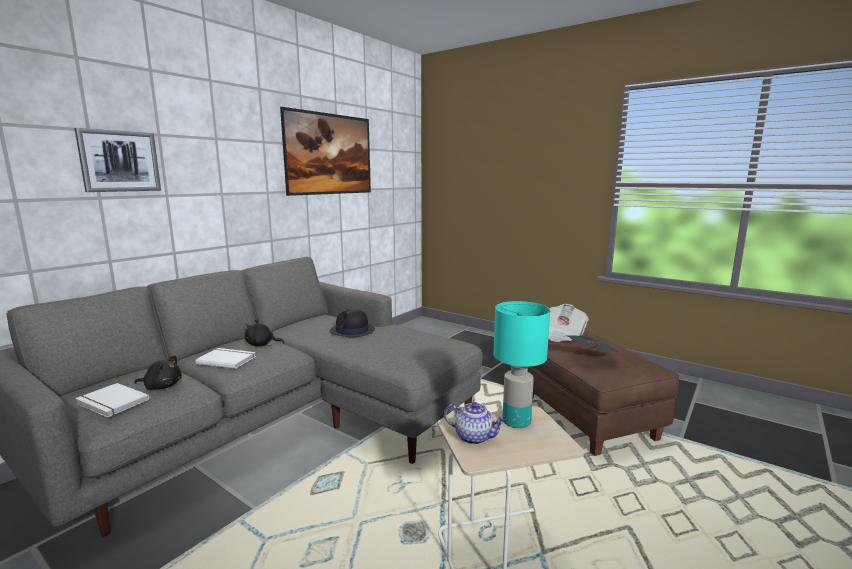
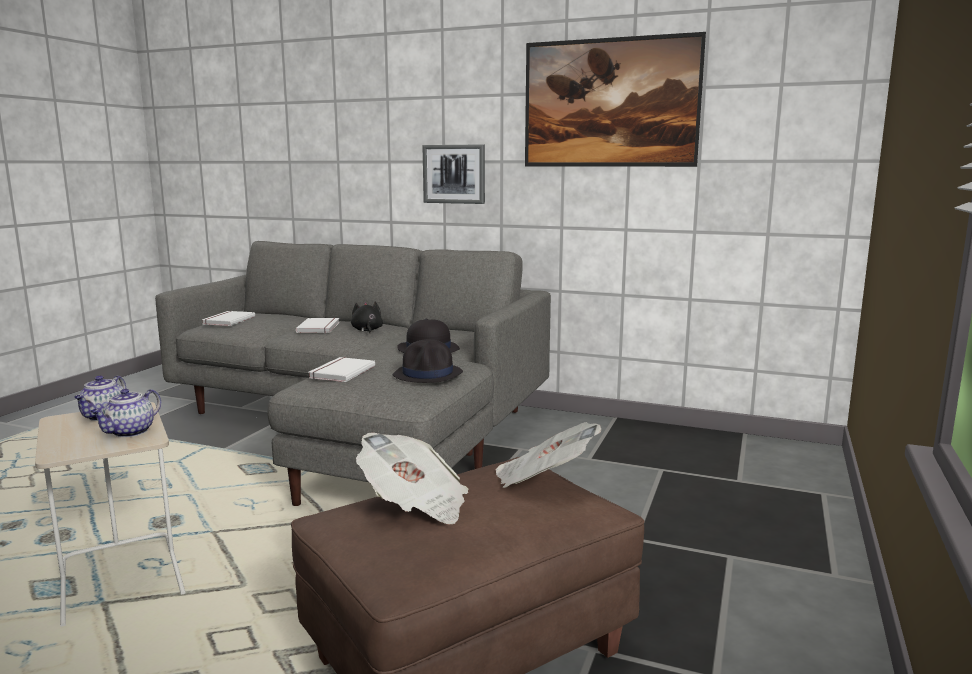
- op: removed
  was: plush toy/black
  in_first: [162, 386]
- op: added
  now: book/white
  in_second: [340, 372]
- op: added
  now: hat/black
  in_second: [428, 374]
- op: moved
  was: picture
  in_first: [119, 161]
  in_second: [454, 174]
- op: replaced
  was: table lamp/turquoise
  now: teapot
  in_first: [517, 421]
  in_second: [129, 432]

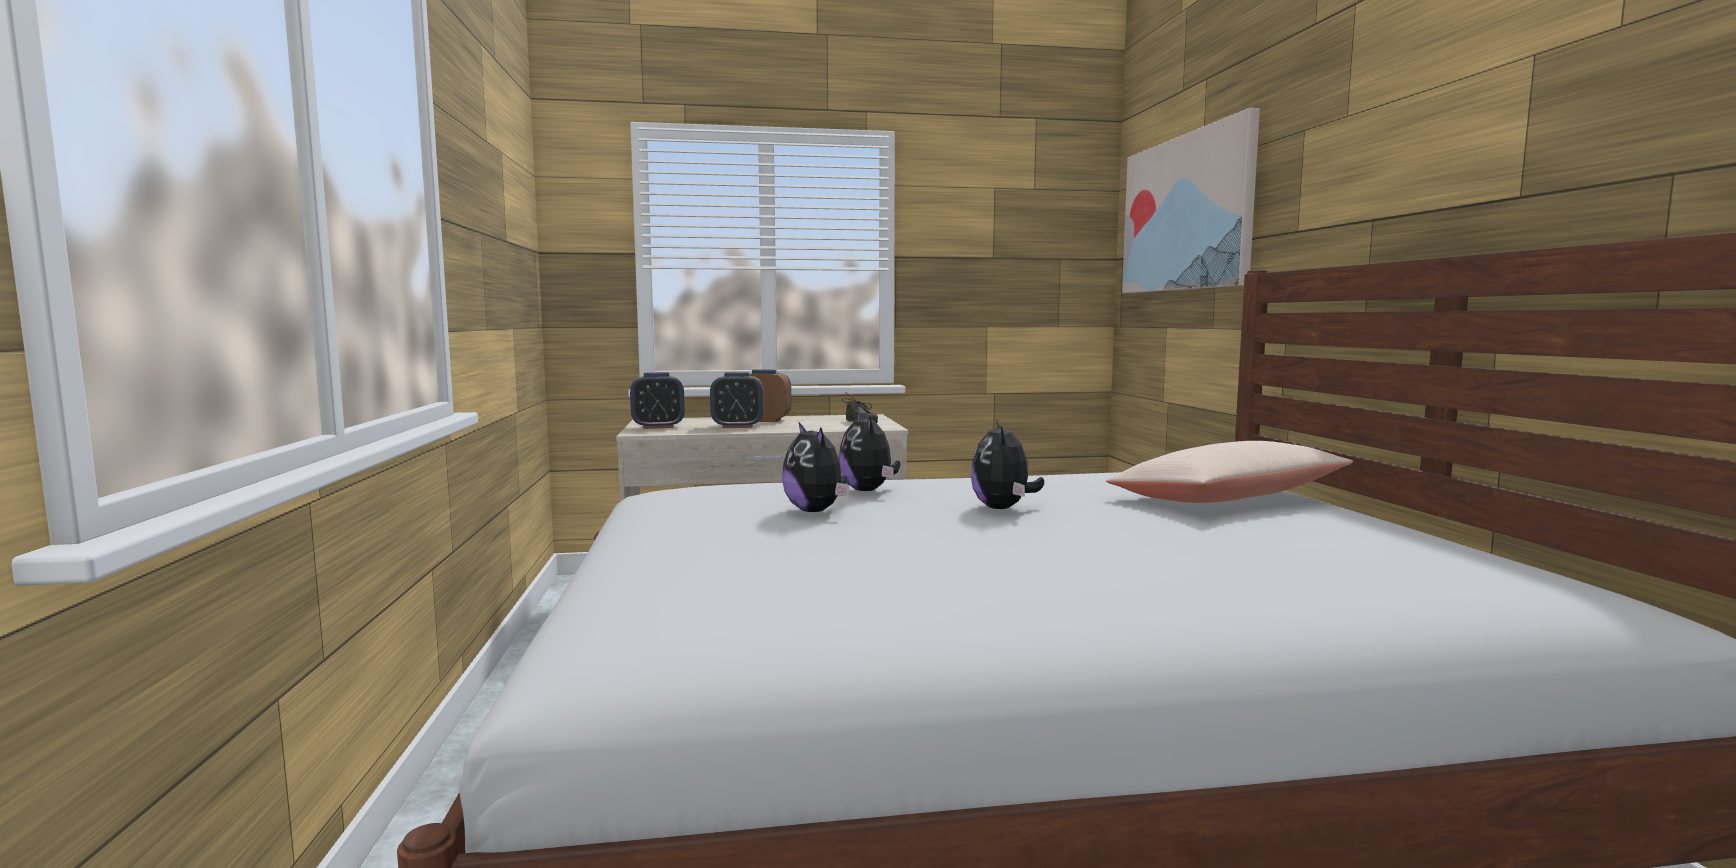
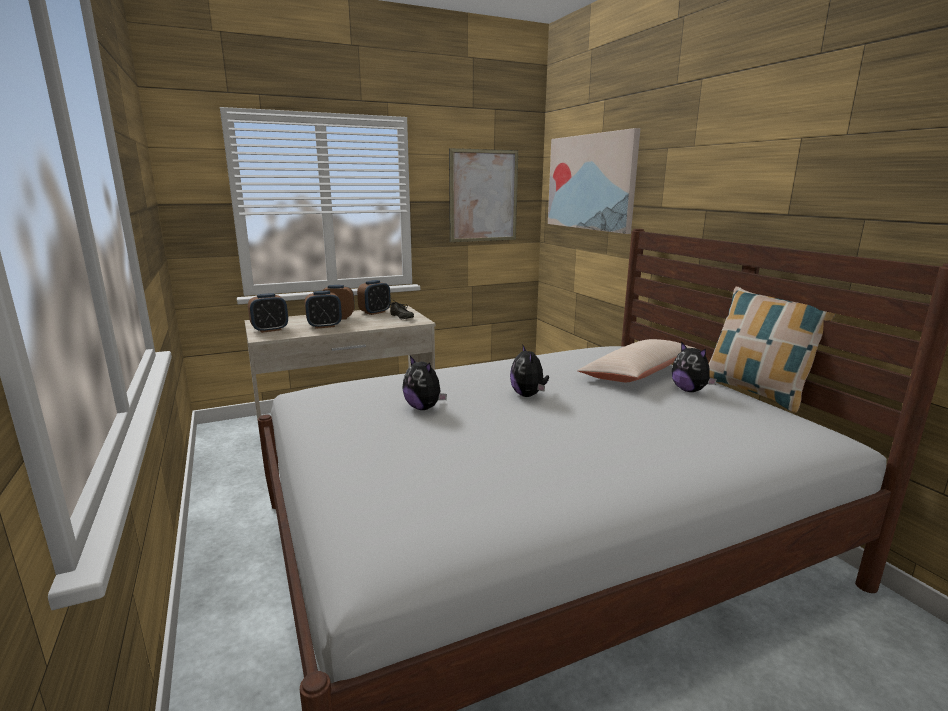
- op: added
  now: alarm clock
  in_second: [375, 312]
- op: added
  now: picture
  in_second: [483, 196]
- op: added
  now: pillow
  in_second: [755, 392]
- op: moved
  was: plush toy
  in_first: [869, 490]
  in_second: [689, 390]

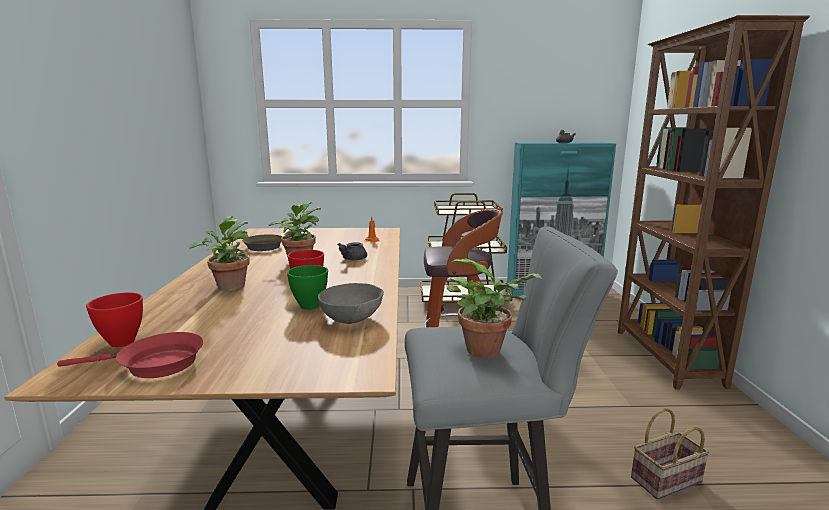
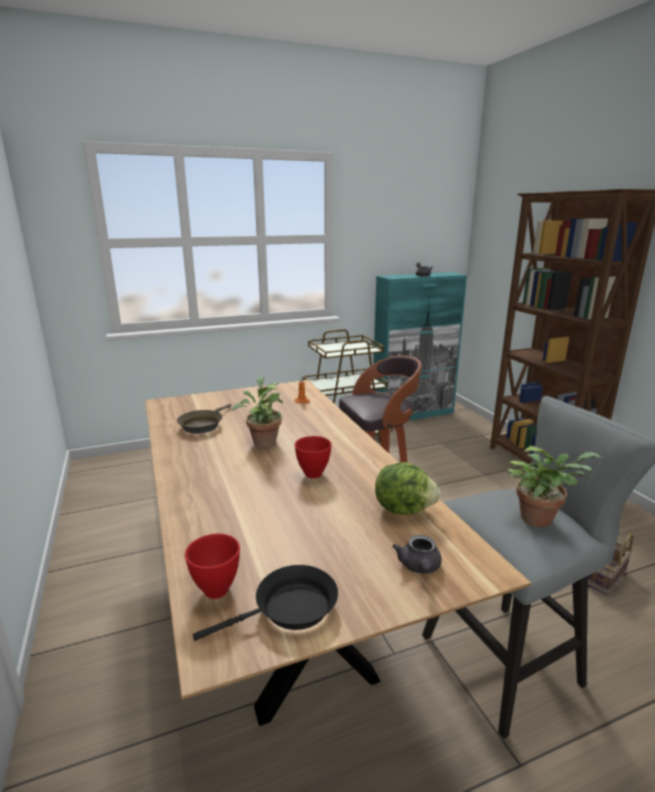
- op: removed
  was: potted plant
  in_first: [230, 285]
- op: removed
  was: bowl/green
  in_first: [309, 306]
- op: moved
  was: teapot/grey
  in_first: [352, 259]
  in_second: [419, 567]
- op: replaced
  was: bowl/grey
  now: lettuce
  in_first: [352, 319]
  in_second: [404, 508]
- op: recoloured
  was: frying pan/red
  now: frying pan/black
  in_first: [154, 364]
  in_second: [289, 609]

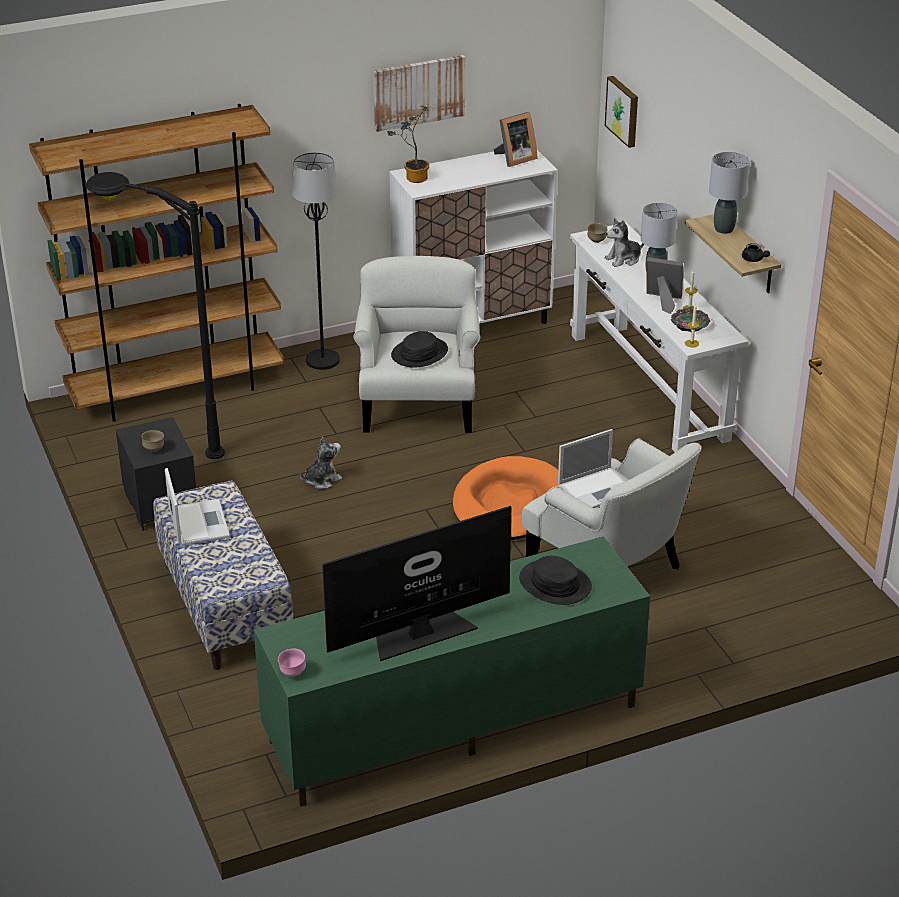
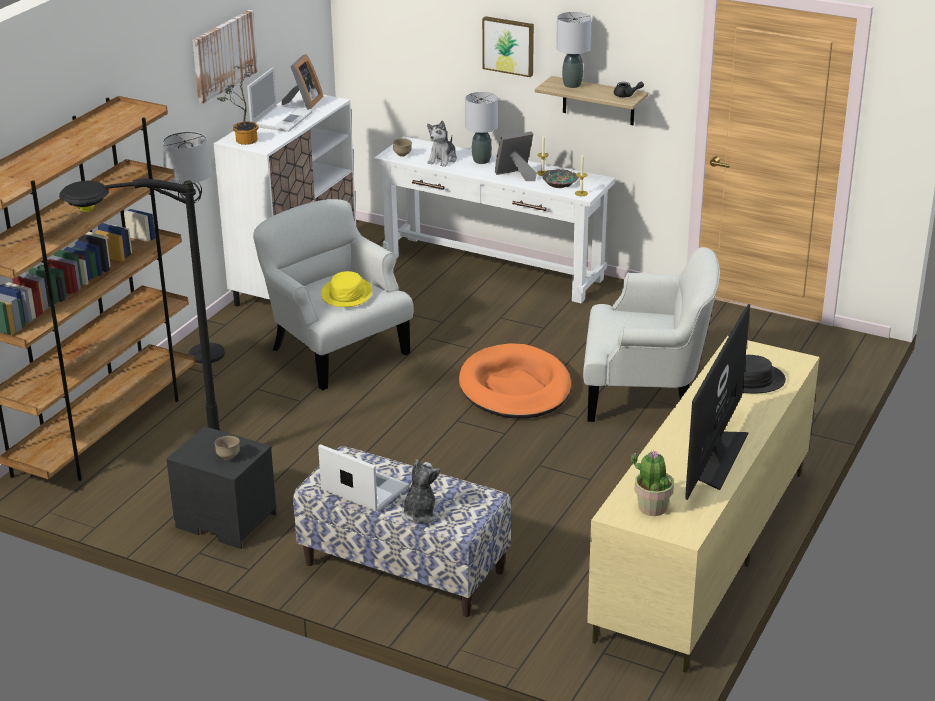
- op: removed
  was: bowl/pink
  in_first: [292, 673]
- op: added
  now: potted plant
  in_second: [652, 507]
- op: moved
  was: plush toy
  in_first: [321, 480]
  in_second: [420, 513]
- op: moved
  was: laptop
  in_first: [597, 489]
  in_second: [282, 119]
- op: moved
  was: picture
  in_first: [623, 111]
  in_second: [509, 45]
- op: recoloured
  was: tv stand/green
  now: tv stand/beige
  in_first: [453, 724]
  in_second: [704, 553]
- op: recoloured
  was: hat/black
  now: hat/yellow
  in_first: [419, 353]
  in_second: [347, 294]

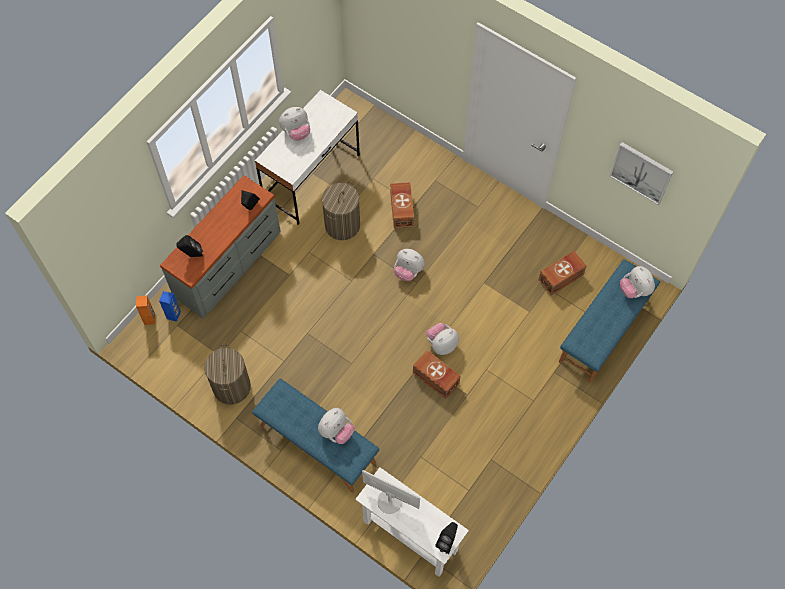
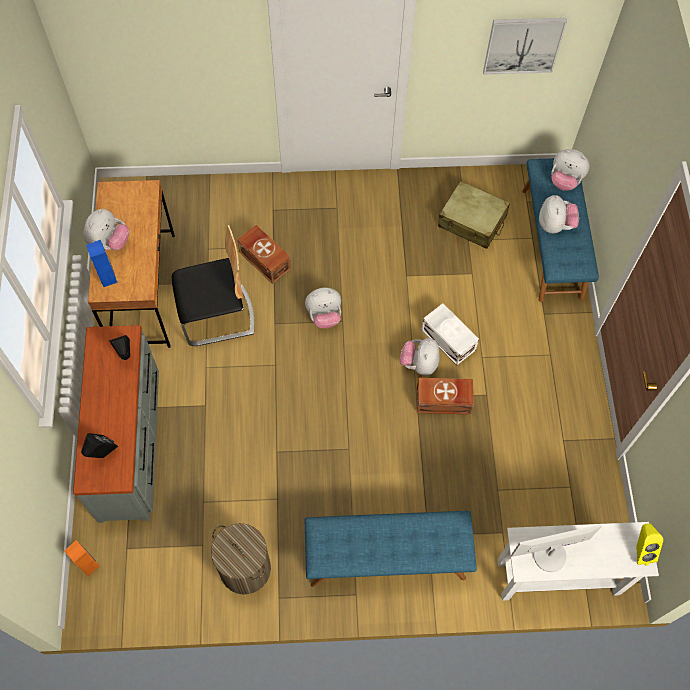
- op: added
  now: storage box/white
  in_second: [448, 339]
- op: moved
  was: speaker/blue
  in_first: [174, 315]
  in_second: [108, 278]
- op: moved
  was: plush toy
  in_first: [336, 431]
  in_second: [555, 225]
- op: replaced
  was: laundry basket
  now: chair
  in_first: [342, 225]
  in_second: [217, 316]
- op: replaced
  was: storage box/brown
  now: suitcase/beige
  in_first: [561, 277]
  in_second: [472, 221]
- op: recoloured
  was: desk/white
  now: desk/brown
  in_first: [312, 178]
  in_second: [143, 290]
- op: recoloured
  was: speaker/black
  now: speaker/yellow
  in_first: [447, 541]
  in_second: [640, 550]

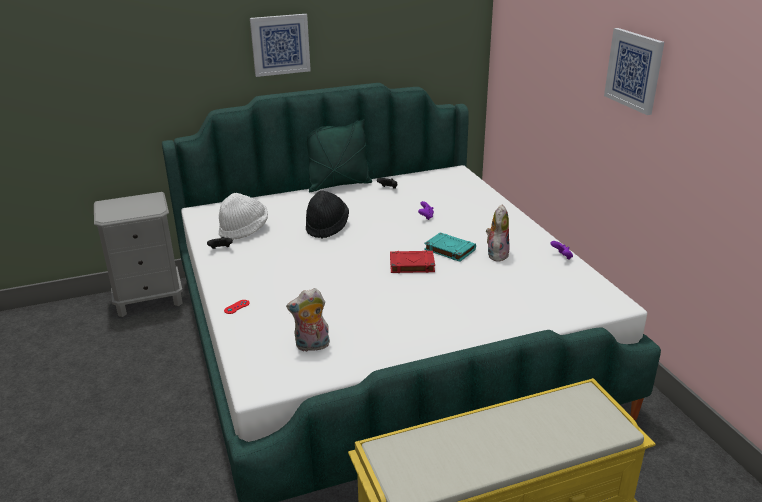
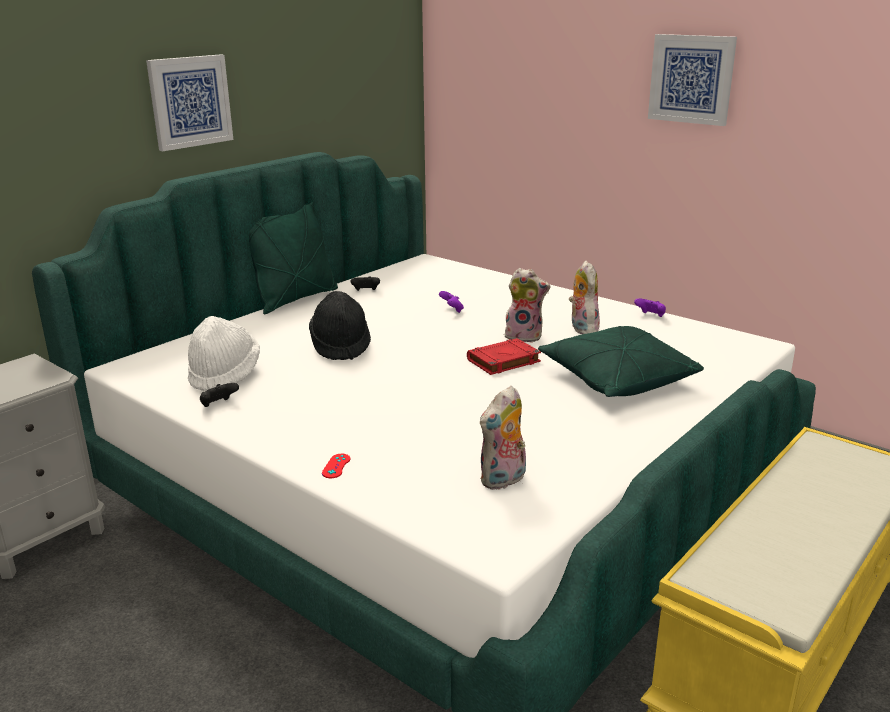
- op: added
  now: pillow/green
  in_second: [616, 380]
- op: replaced
  was: book/turquoise
  now: plush toy
  in_first: [449, 250]
  in_second: [524, 336]

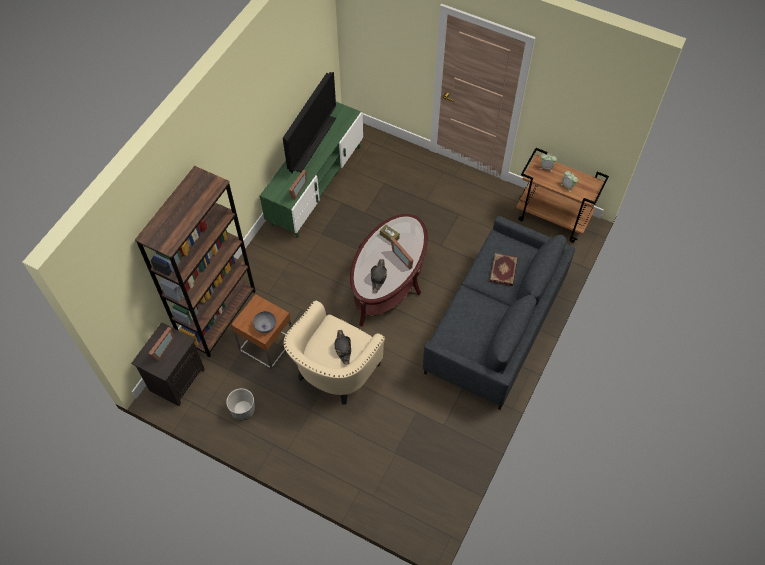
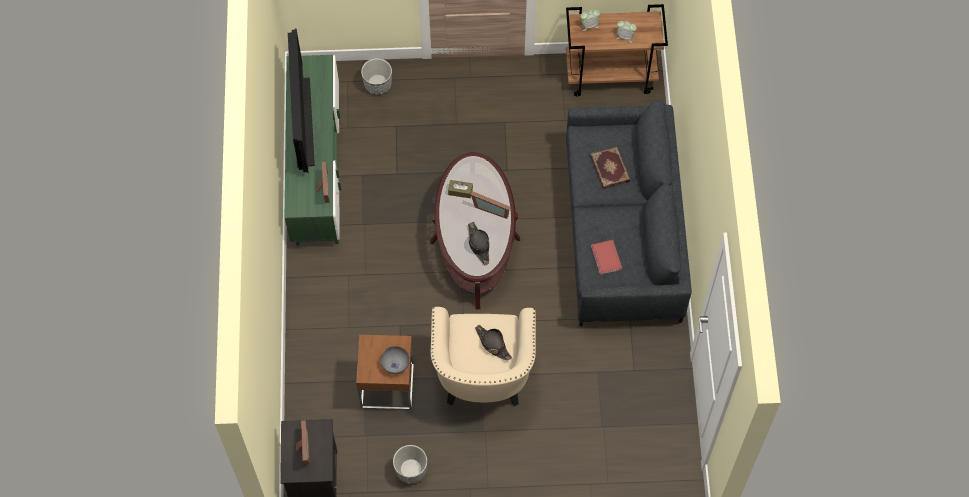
- op: removed
  was: bookcase/brown
  in_first: [218, 316]
- op: added
  now: planter
  in_second: [378, 84]
- op: added
  now: book/red
  in_second: [605, 258]

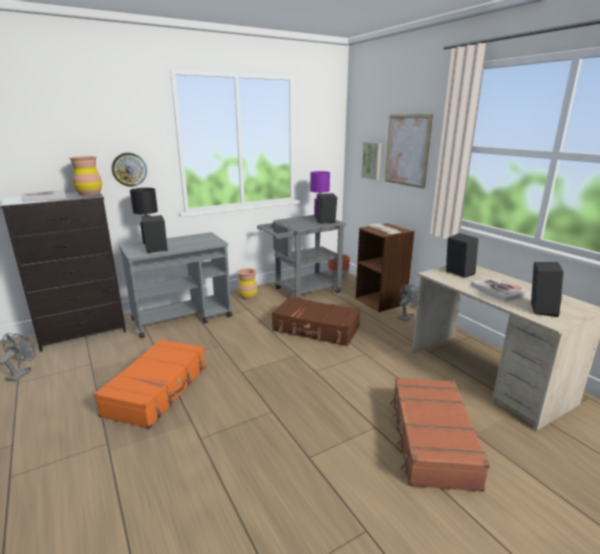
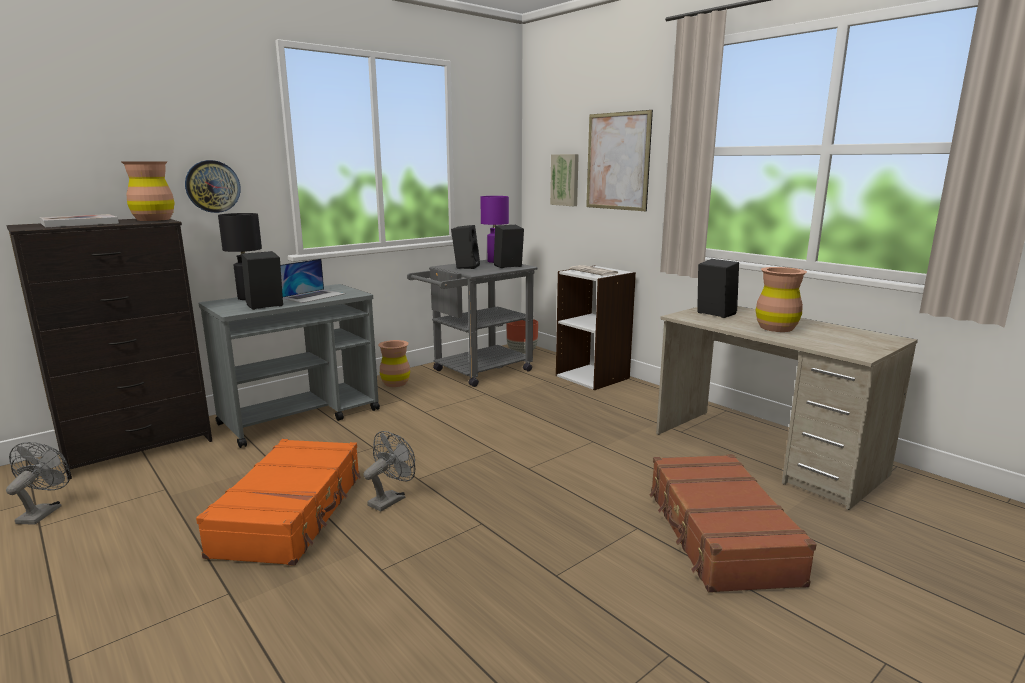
- op: removed
  was: suitcase/brown
  in_first: [316, 329]
- op: added
  now: laptop
  in_second: [313, 296]
- op: moved
  was: fan/grey
  in_first: [407, 317]
  in_second: [390, 499]
- op: moved
  was: speaker/black
  in_first: [540, 309]
  in_second: [465, 266]
- op: replaced
  was: book
  now: vase/brown
  in_first: [499, 290]
  in_second: [776, 328]
- op: recoloured
  was: bookcase/brown
  now: bookcase/white
  in_first: [381, 301]
  in_second: [593, 377]

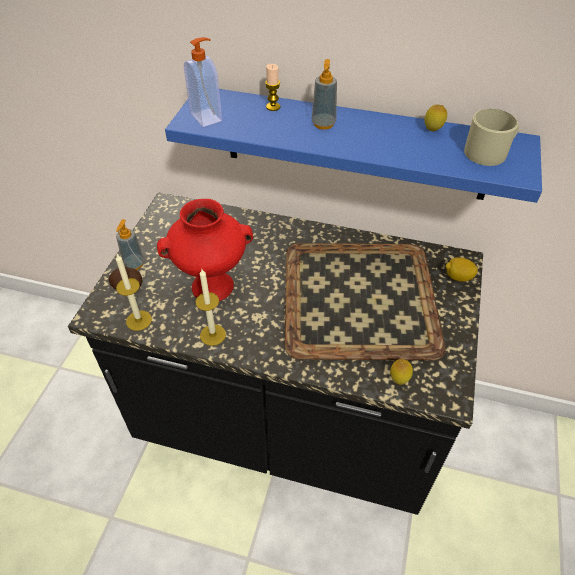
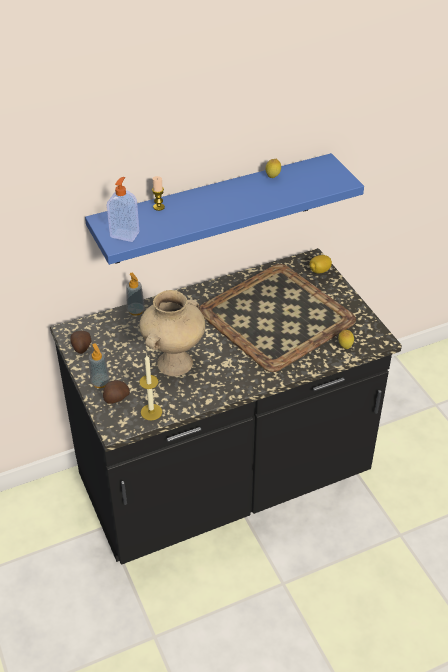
- op: removed
  was: candle
  in_first: [213, 335]
- op: removed
  was: mug/beige
  in_first: [489, 152]
- op: added
  now: potato
  in_second: [81, 348]
- op: moved
  was: soap dispenser
  in_first: [323, 124]
  in_second: [136, 310]
- op: recoloured
  was: vase/red
  now: vase/beige
  in_first: [213, 285]
  in_second: [174, 362]

